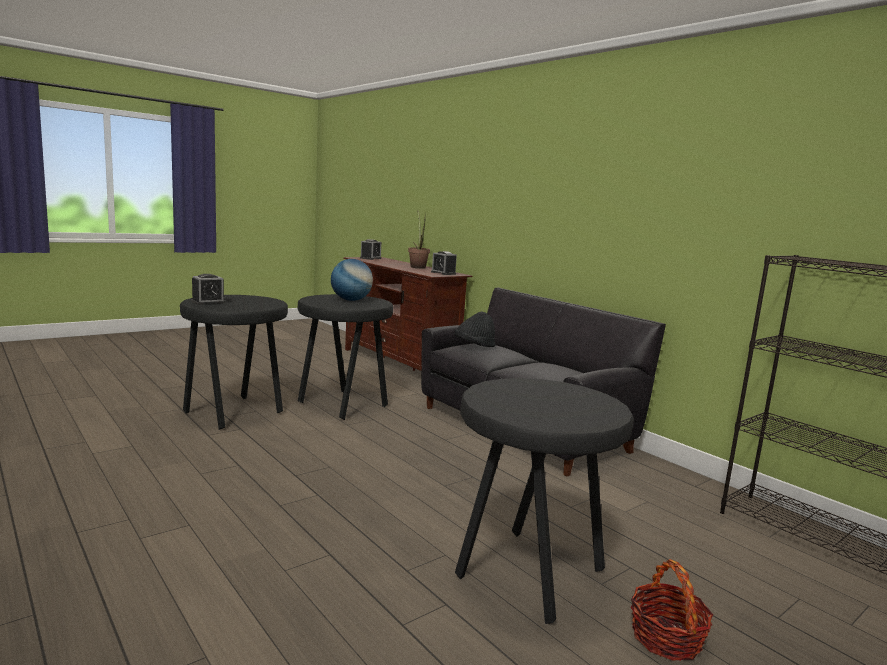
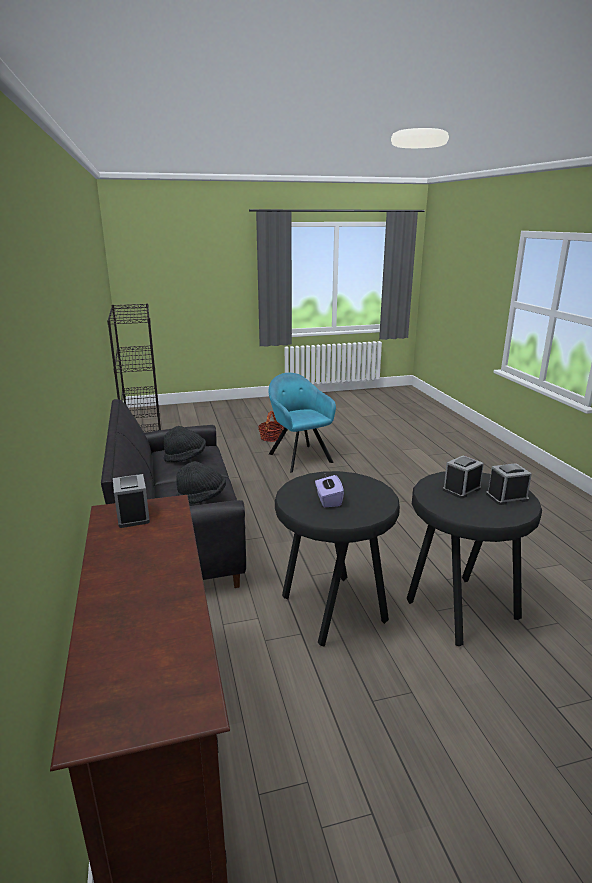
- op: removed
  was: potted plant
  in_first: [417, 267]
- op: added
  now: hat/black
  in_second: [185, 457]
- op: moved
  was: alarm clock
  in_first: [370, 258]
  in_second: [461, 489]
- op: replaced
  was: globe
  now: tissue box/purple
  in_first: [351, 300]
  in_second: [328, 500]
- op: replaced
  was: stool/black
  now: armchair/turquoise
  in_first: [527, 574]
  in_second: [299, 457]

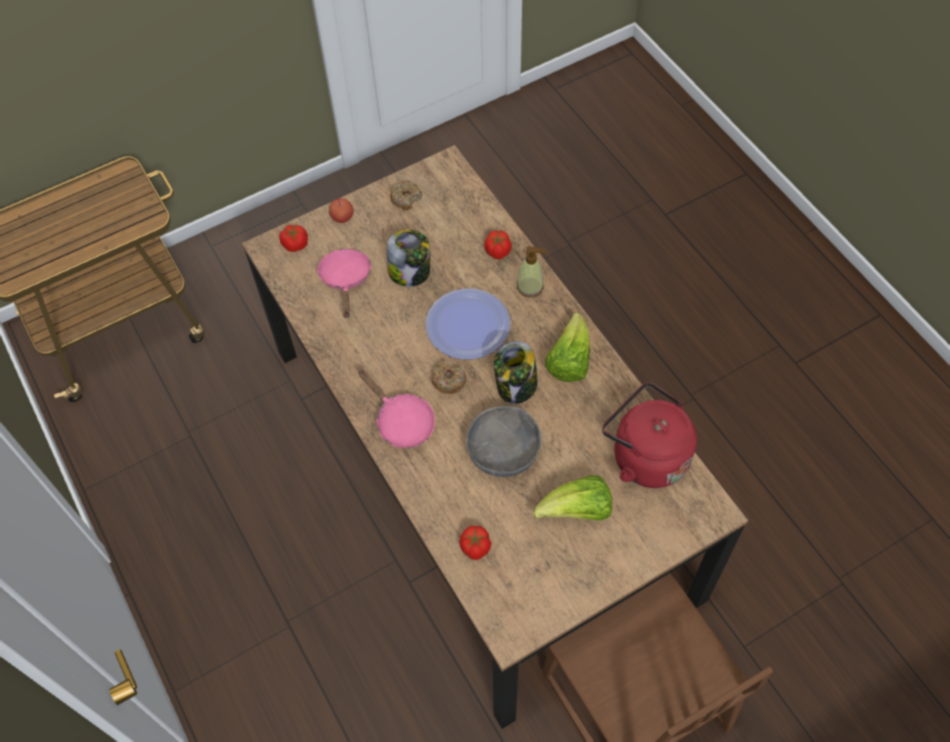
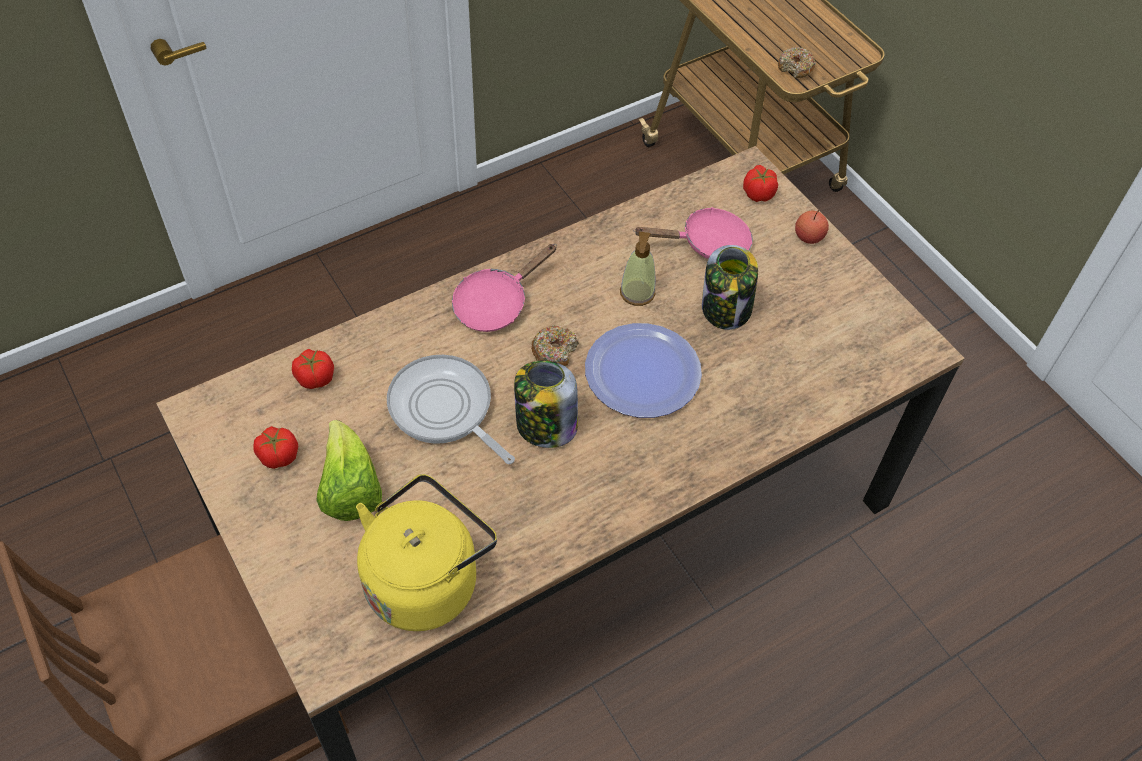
- op: removed
  was: lettuce
  in_first: [569, 361]
- op: moved
  was: donut
  in_first: [406, 198]
  in_second: [795, 67]
- op: moved
  was: tomato
  in_first: [498, 251]
  in_second: [278, 456]
- op: moved
  was: soap dispenser
  in_first: [530, 287]
  in_second: [637, 293]
- op: replaced
  was: bowl/grey
  now: frying pan
  in_first: [504, 452]
  in_second: [444, 409]
- op: recoloured
  was: kettle/red
  now: kettle/yellow
  in_first: [645, 455]
  in_second: [426, 579]

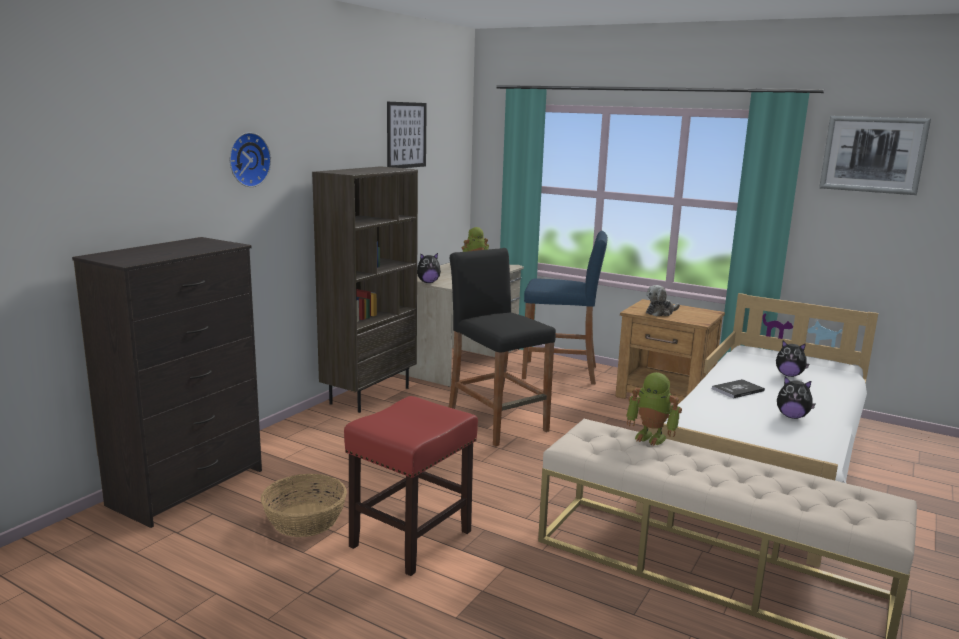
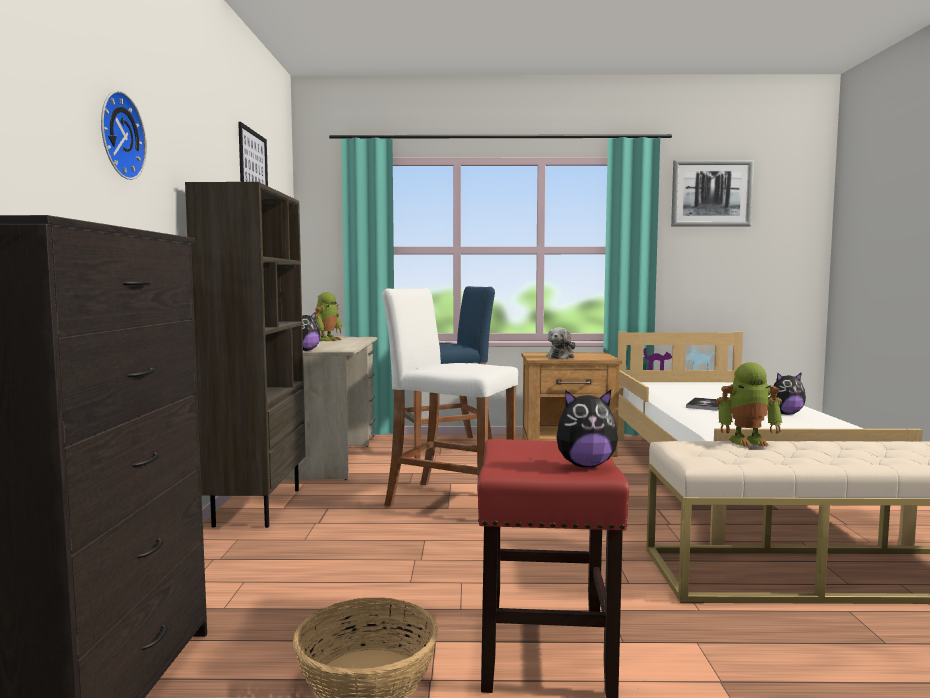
- op: moved
  was: plush toy
  in_first: [789, 375]
  in_second: [585, 465]
- op: recoloured
  was: stool/black
  now: stool/white
  in_first: [497, 423]
  in_second: [451, 501]

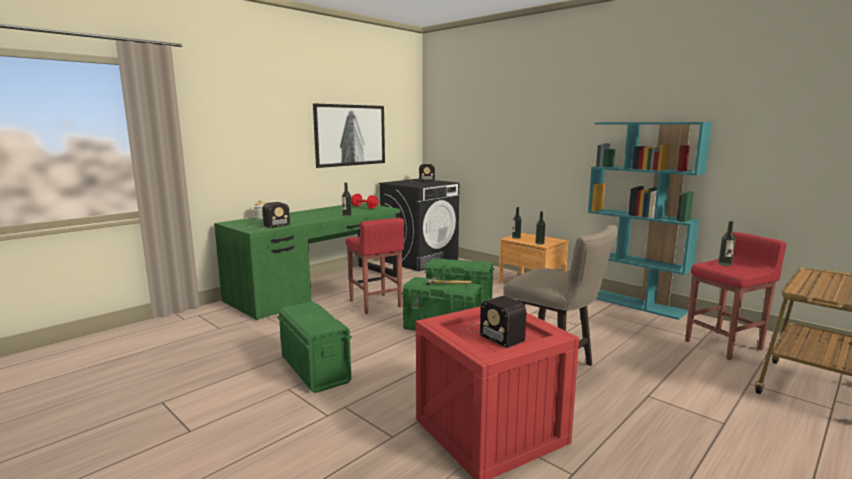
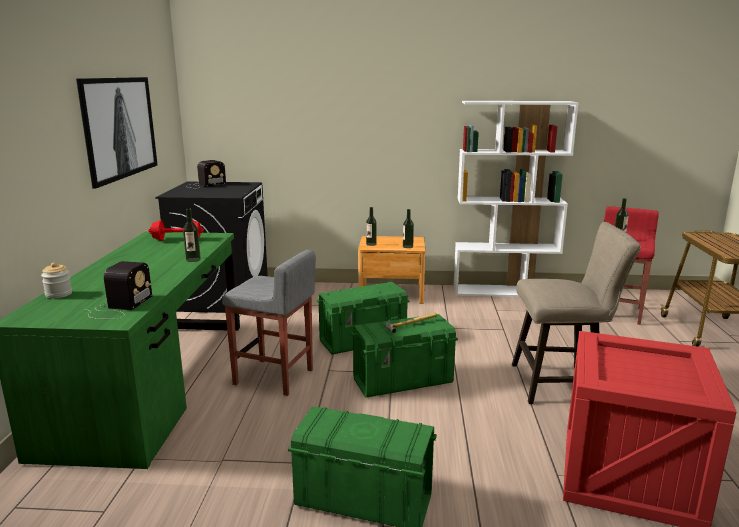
- op: removed
  was: radio
  in_first: [494, 333]
- op: recoloured
  was: stool/red
  now: stool/grey
  in_first: [375, 304]
  in_second: [274, 377]
- op: recoloured
  was: bookcase/turquoise
  now: bookcase/white
  in_first: [633, 303]
  in_second: [504, 291]

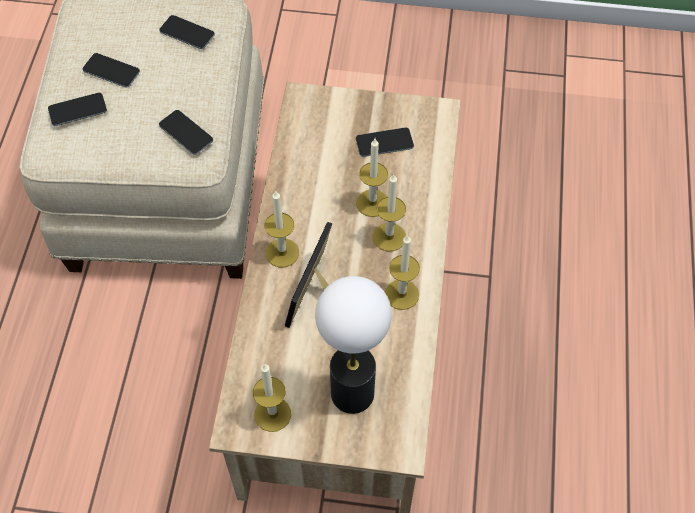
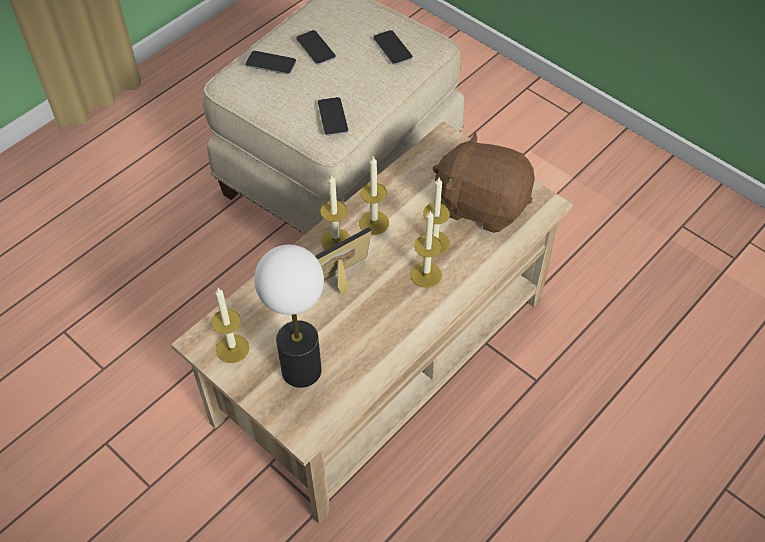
- op: moved
  was: candle
  in_first: [401, 294]
  in_second: [374, 222]
- op: replaced
  was: phone
  now: plush toy/brown
  in_first: [384, 142]
  in_second: [482, 204]

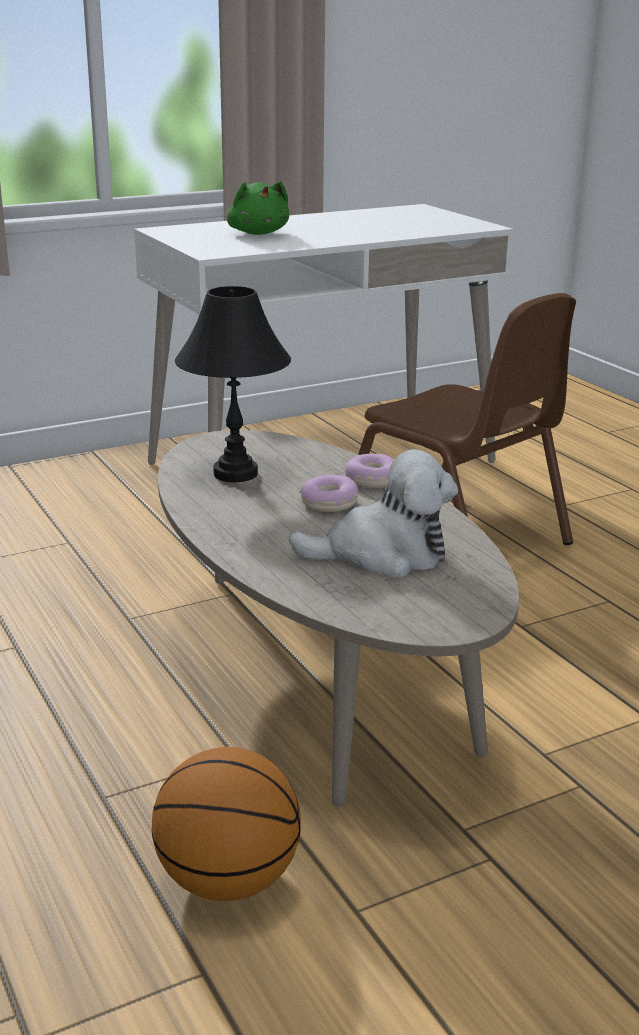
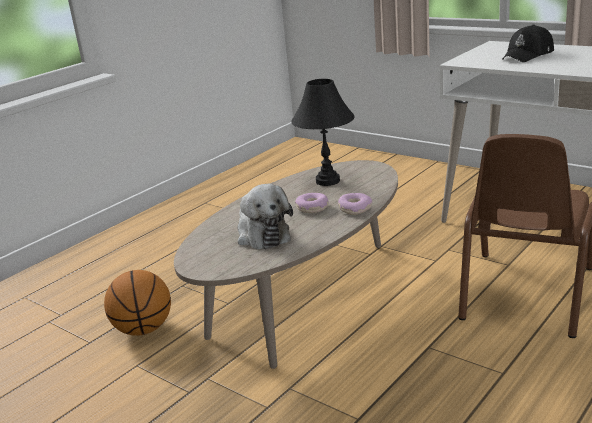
- op: replaced
  was: plush toy/green
  now: cap/black
  in_first: [258, 233]
  in_second: [528, 55]

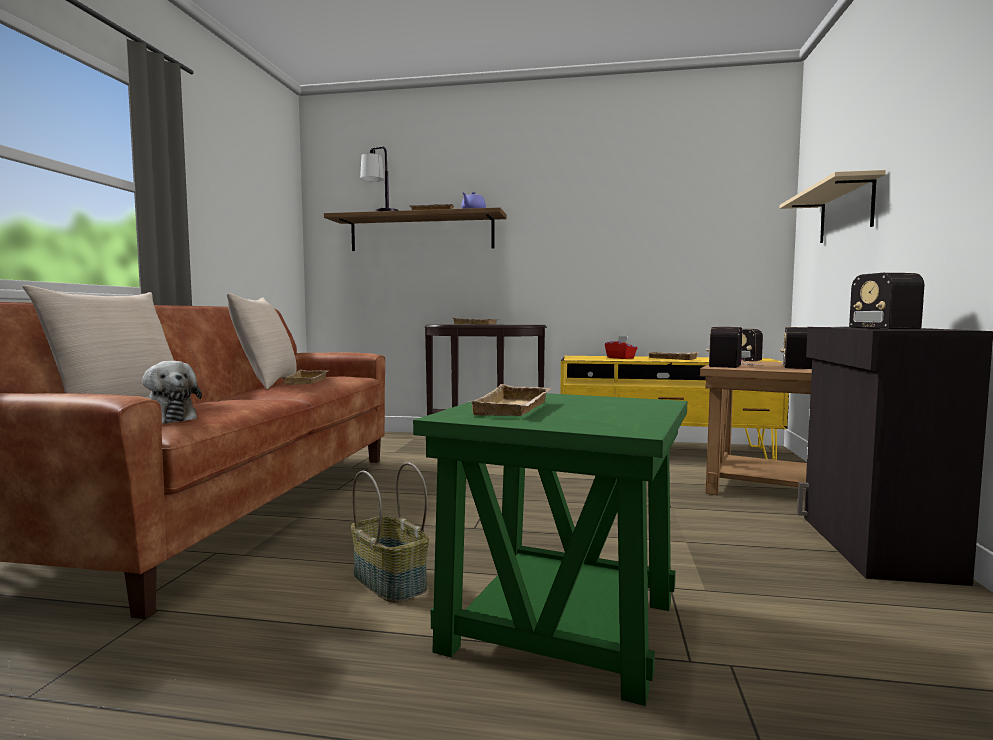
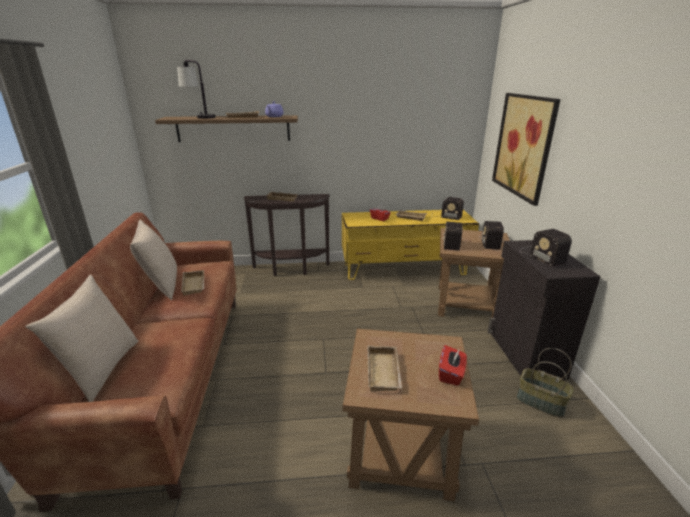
- op: removed
  was: plush toy
  in_first: [165, 418]
- op: added
  now: tissue box/red
  in_second: [451, 374]
- op: moved
  was: basket
  in_first: [388, 582]
  in_second: [540, 402]
- op: replaced
  was: shelf/beige
  now: picture
  in_first: [846, 212]
  in_second: [523, 146]
- op: recoloured
  was: side table/green
  now: side table/brown
  in_first: [563, 625]
  in_second: [402, 451]

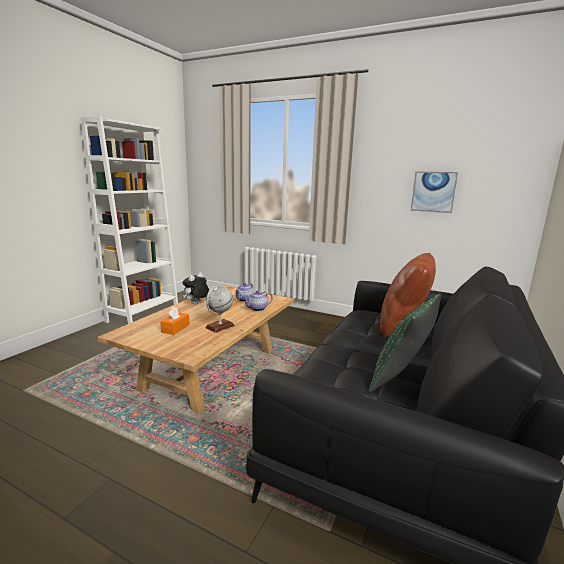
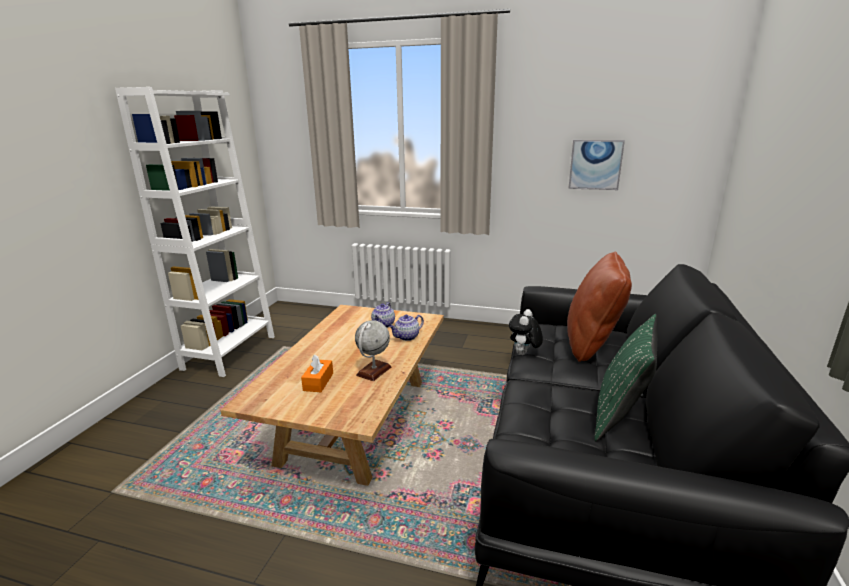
- op: moved
  was: plush toy
  in_first: [196, 304]
  in_second: [524, 354]

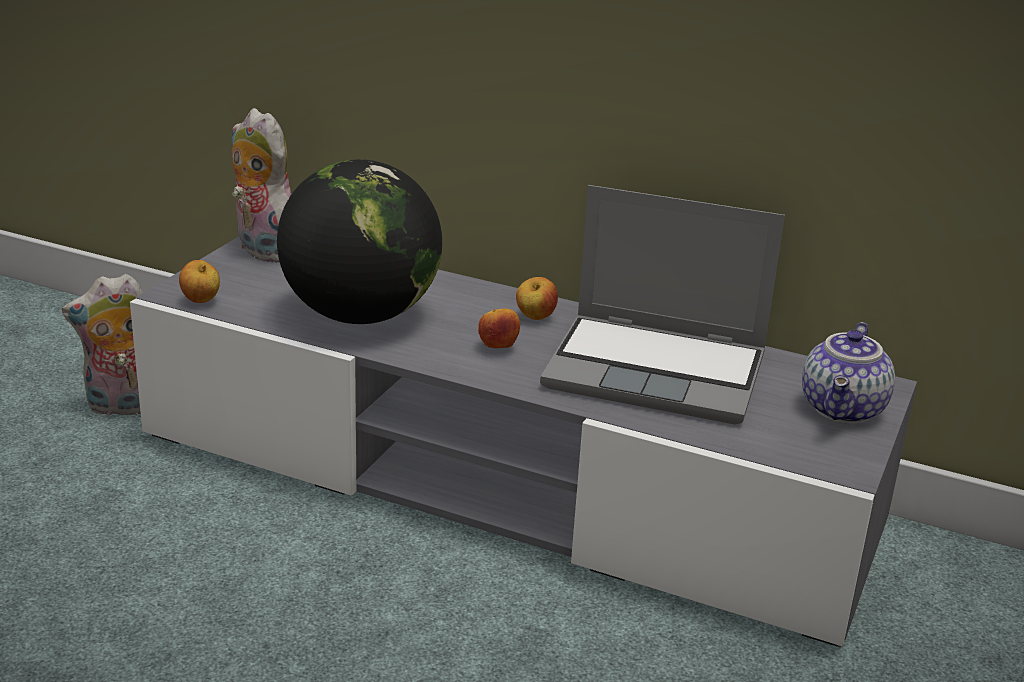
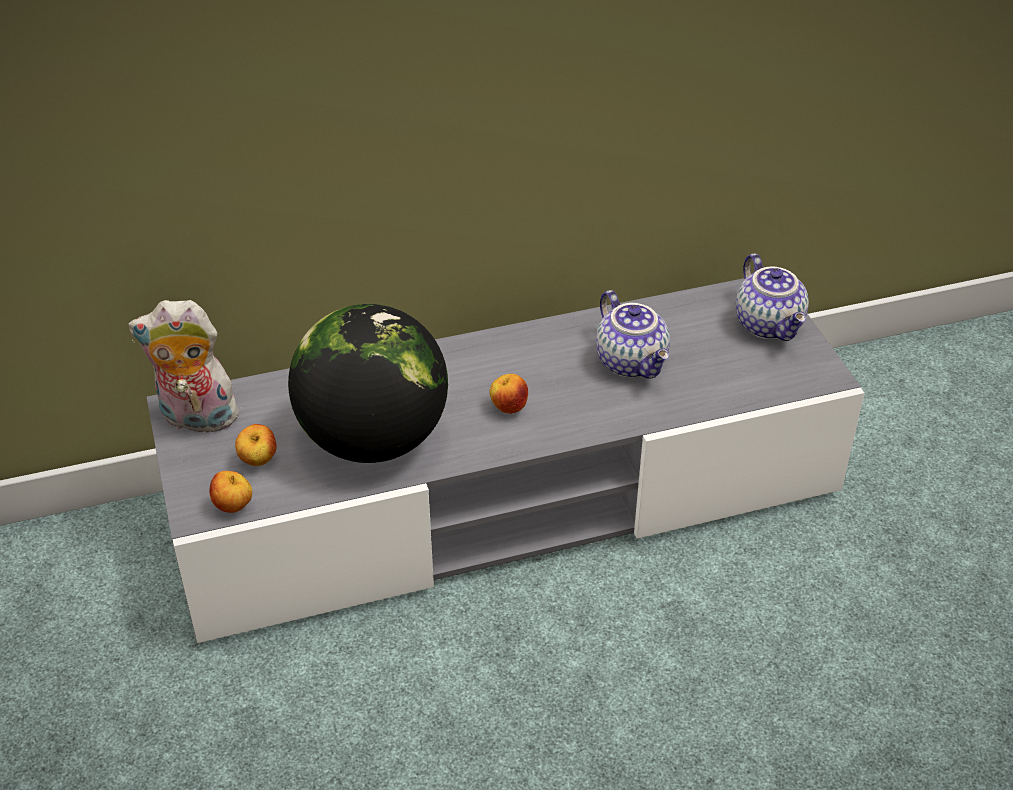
- op: removed
  was: plush toy
  in_first: [123, 407]
- op: moved
  was: apple
  in_first: [535, 318]
  in_second: [258, 461]
- op: replaced
  was: laptop
  now: teapot
  in_first: [658, 371]
  in_second: [633, 362]

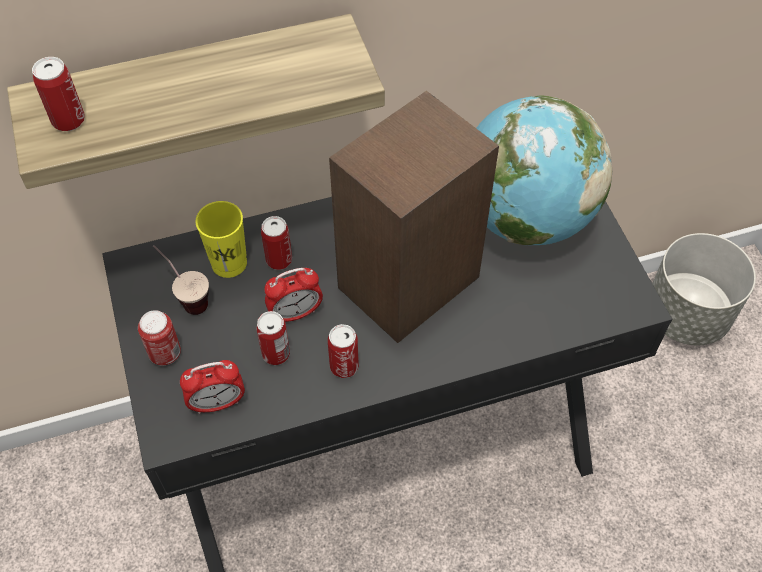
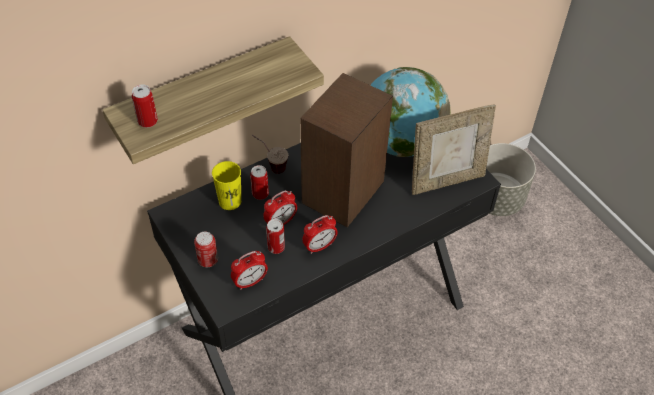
- op: added
  now: picture frame
  in_second: [446, 180]
- op: moved
  was: cup
  in_first: [186, 297]
  in_second: [270, 165]
- op: replaced
  was: can
  now: alarm clock
  in_first: [344, 366]
  in_second: [319, 246]

